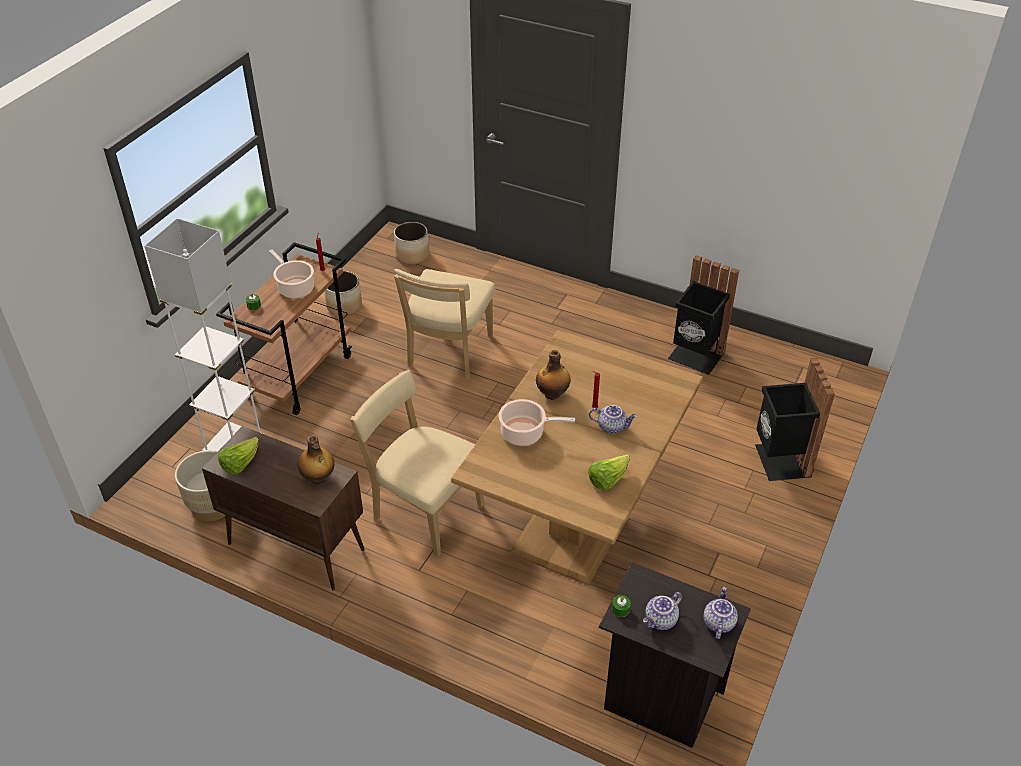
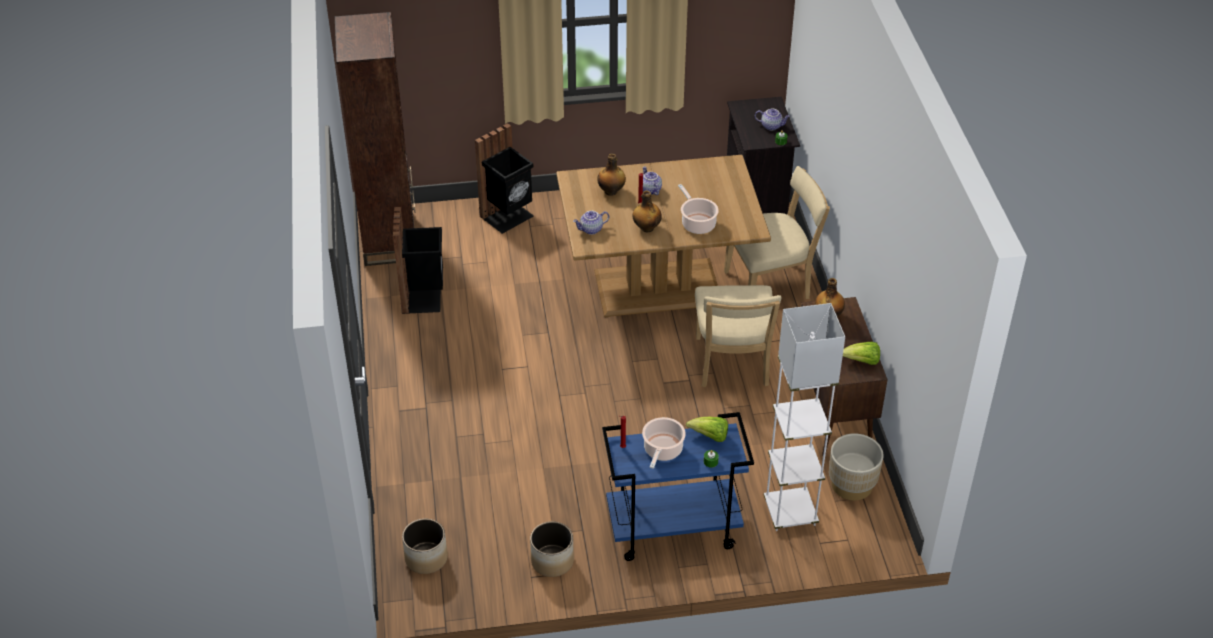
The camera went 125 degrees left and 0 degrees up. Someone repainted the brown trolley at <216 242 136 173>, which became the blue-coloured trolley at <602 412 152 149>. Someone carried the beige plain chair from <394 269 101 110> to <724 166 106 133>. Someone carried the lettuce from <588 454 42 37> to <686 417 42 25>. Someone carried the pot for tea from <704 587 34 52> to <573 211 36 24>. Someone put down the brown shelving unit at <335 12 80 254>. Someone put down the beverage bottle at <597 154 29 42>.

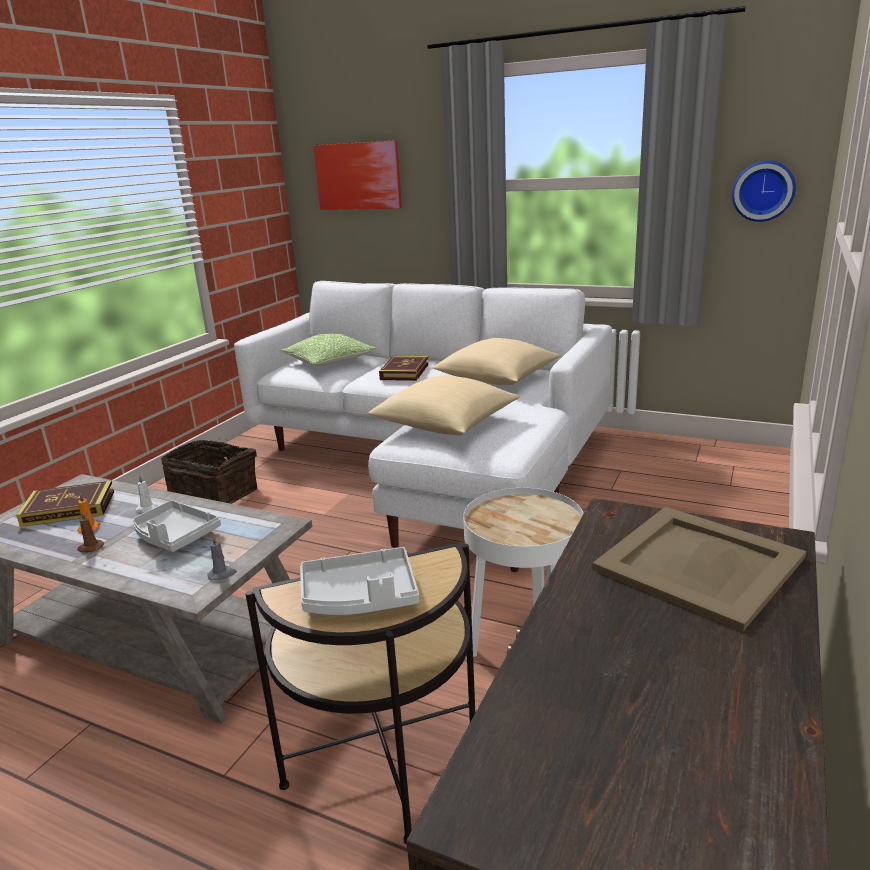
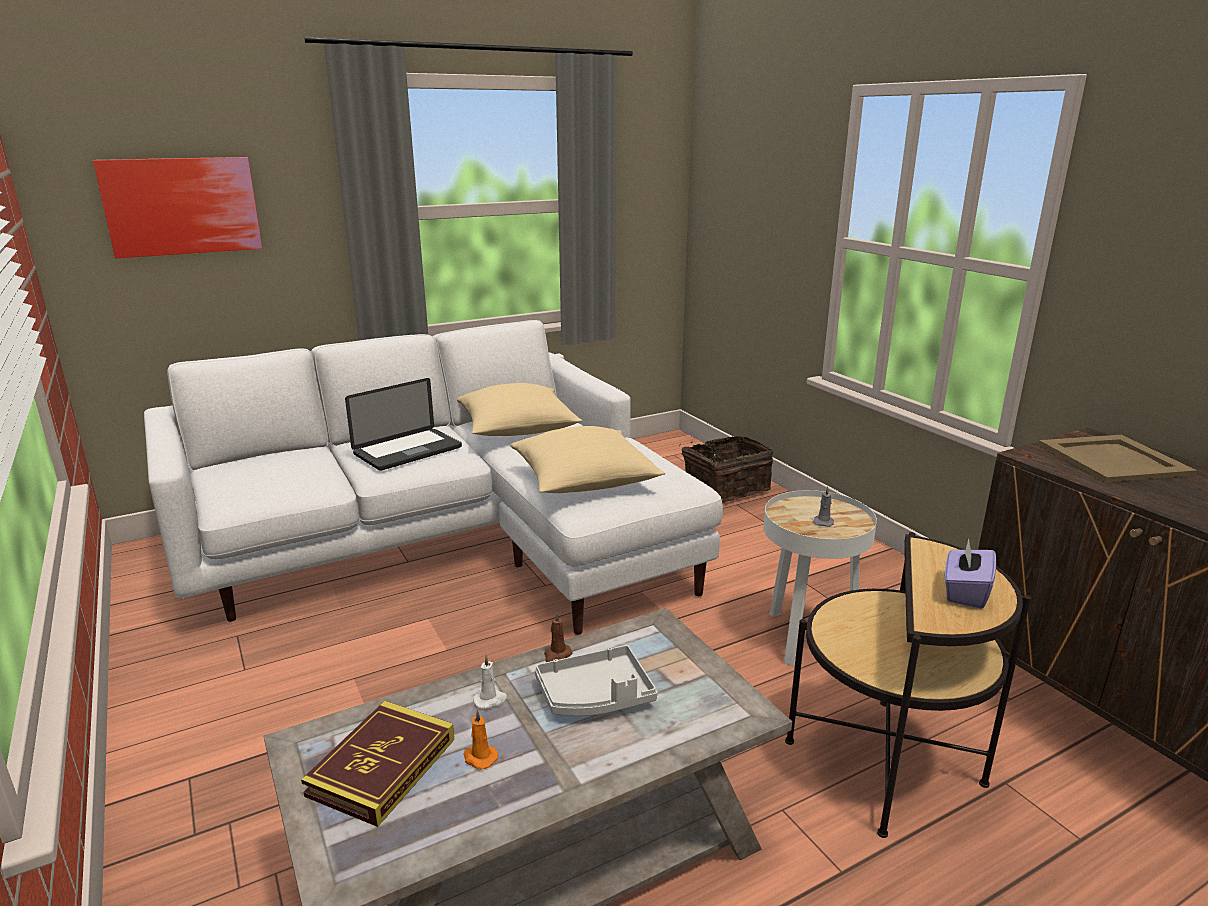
The camera went 55 degrees left and 0 degrees up. Someone took away the clock on the wall at <732 161 64 61>. Someone took away the cushion at <280 333 96 33>. Someone swapped the book at <379 356 50 25> for the notebook computer at <345 378 117 93>. Someone carried the basket from <161 439 96 65> to <680 436 93 67>. Someone carried the brown wax light from <78 511 26 42> to <544 612 28 50>. Someone carried the gray wax light from <207 535 30 45> to <813 487 21 40>. Someone swapped the gray serving tray at <300 547 119 68> for the purple box of tissues at <945 539 51 70>.

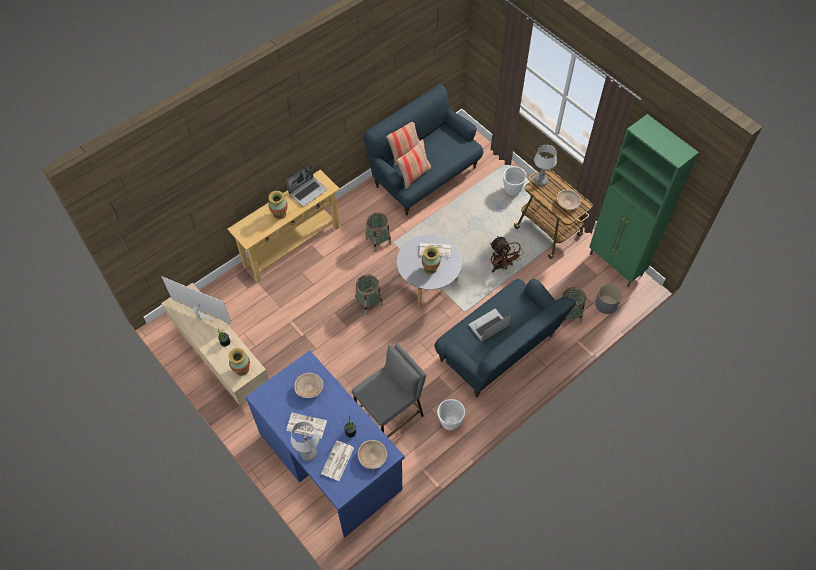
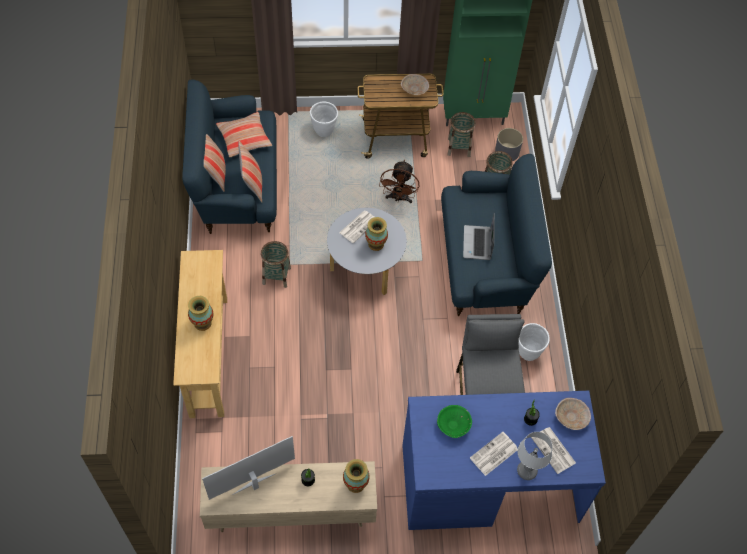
The camera went 55 degrees left and 0 degrees up. Someone took away the lamp for a table at <534 145 23 41>. Someone took away the notebook computer at <286 164 41 43>. Someone rotated the brown fan at <490 236 34 36> by 90 degrees clockwise. Someone carried the basket from <355 275 28 40> to <447 112 29 45>. Someone repainted the beige serving bowl at <294 373 29 25>, which became the green-coloured serving bowl at <437 405 35 33>. Someone put down the cushion at <216 112 56 45>.

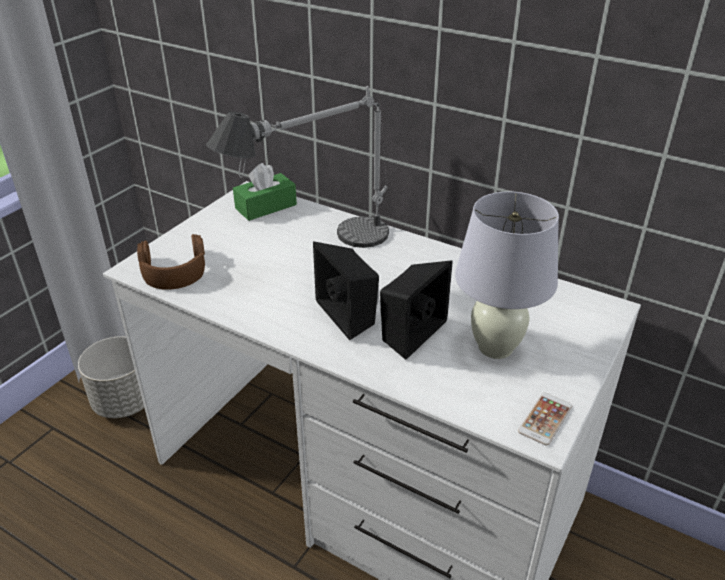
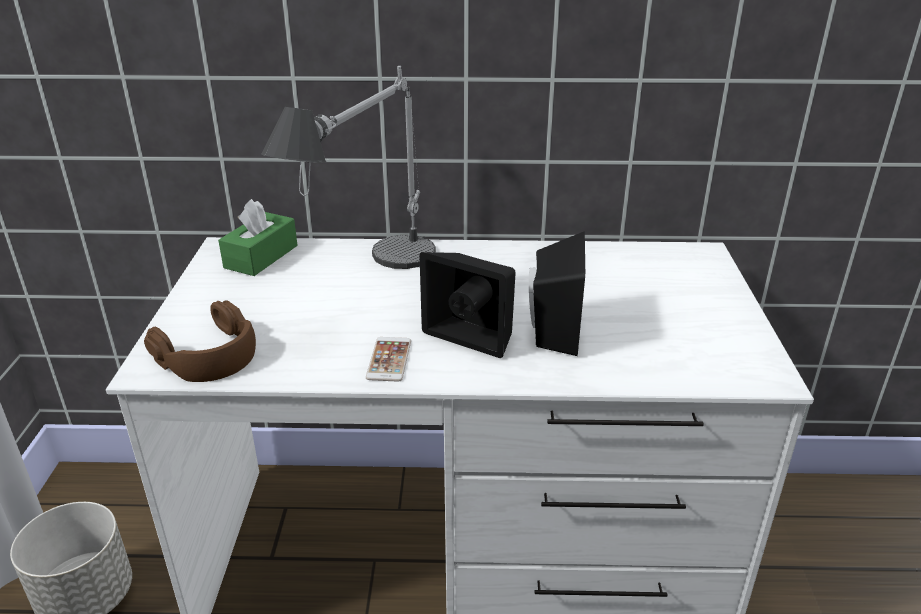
The camera went 30 degrees left and 5 degrees down. Someone took away the white-coloured lamp for a table at <455 191 104 168>. Someone carried the phone from <518 393 54 53> to <366 337 45 45>.

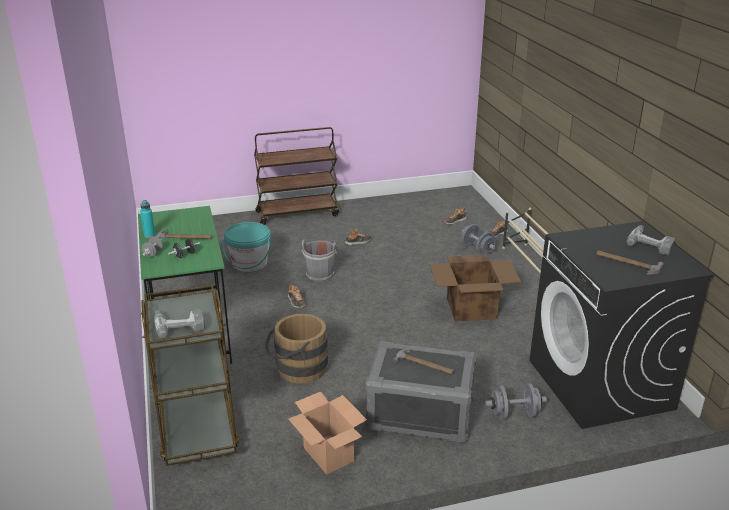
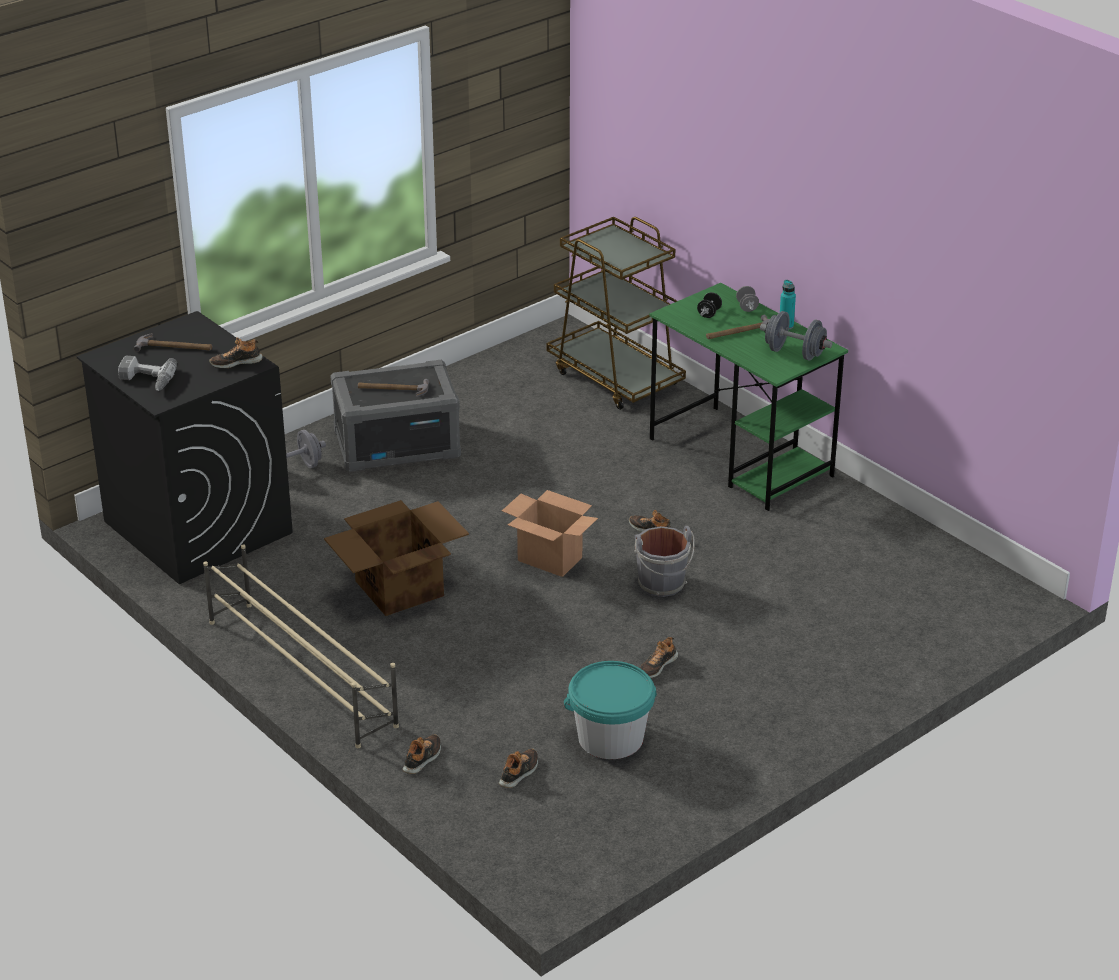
The camera went 155 degrees right and 5 degrees up. Someone took away the brown trolley at <254 127 85 98>. Someone carried the turquoise water bucket from <222 222 49 50> to <564 661 93 98>. Someone carried the gray dumbbell from <461 224 35 31> to <760 311 72 50>. Someone took away the electric drill at <154 309 51 30>. Someone took away the brown water bucket at <265 314 63 70>. Someone carried the cardboard box from <288 392 79 83> to <502 490 96 87>. Someone put down the shoe at <209 337 54 31>.

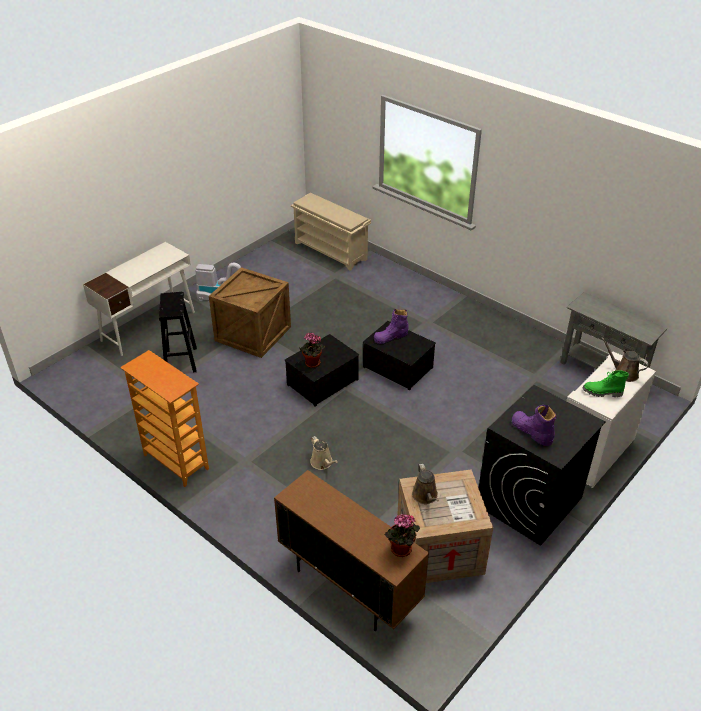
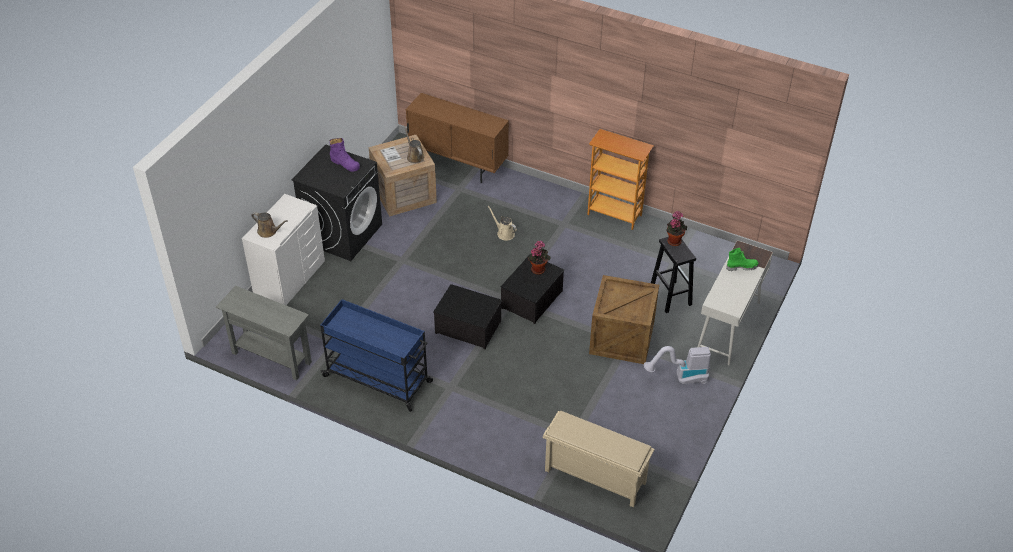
The camera went 165 degrees right and 5 degrees up. Someone took away the purple tall boot at <374 309 35 35>. Someone carried the green-coloured tall boot from <583 370 46 27> to <726 248 33 23>. Someone carried the potted plant from <384 514 36 43> to <666 211 21 35>. Someone put down the blue-coloured trolley at <320 299 113 113>.

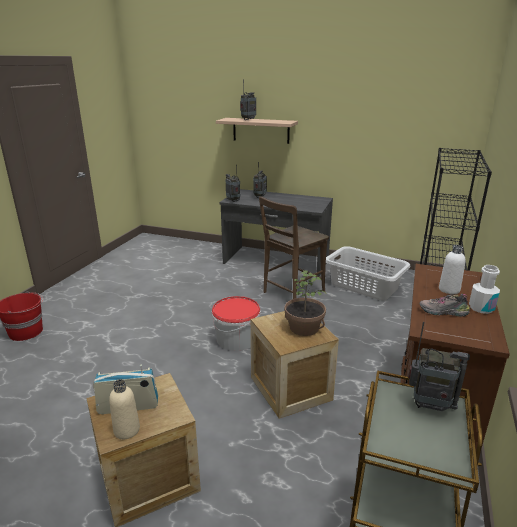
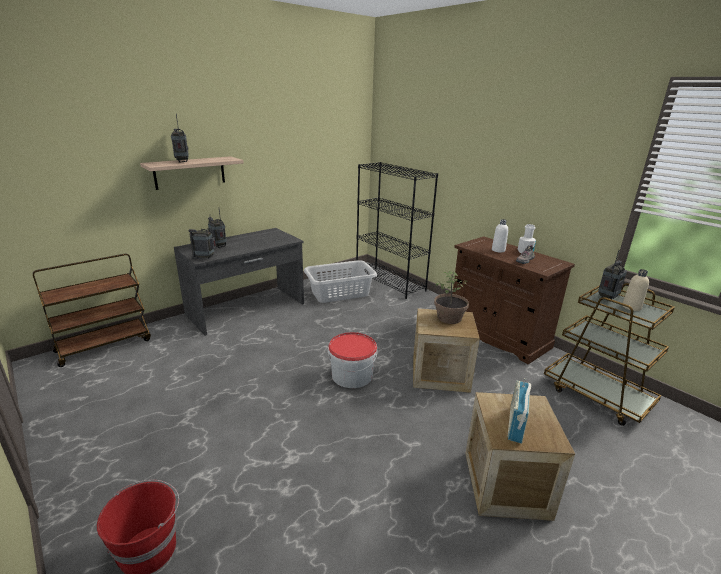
The camera went 60 degrees left and 0 degrees up. Someone took away the brown plain chair at <259 196 70 103>. Someone carried the beige beverage bottle from <109 379 31 60> to <622 269 27 42>. Someone put down the brown trolley at <33 254 118 113>.

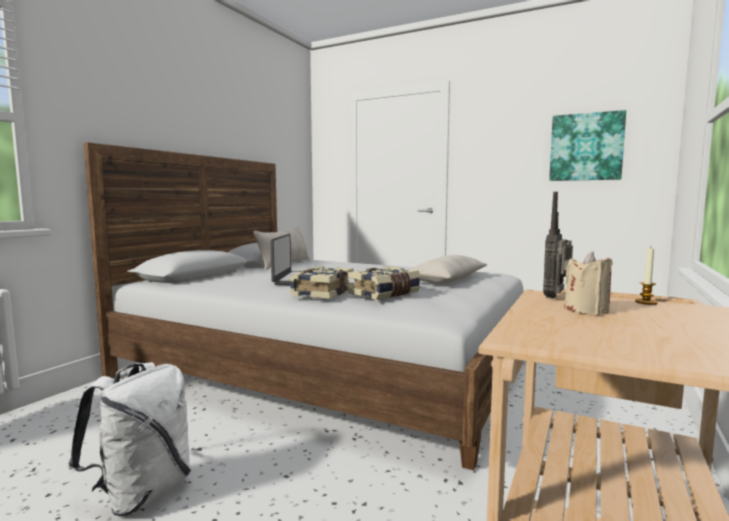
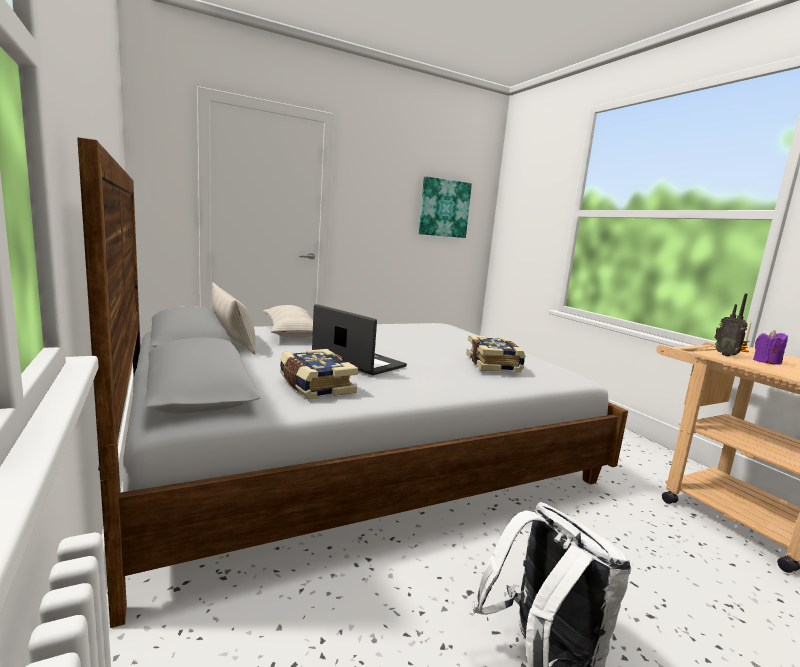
The camera went 55 degrees left and 5 degrees up. Someone repainted the beige wax light at <564 252 49 63>, which became the purple wax light at <753 330 35 35>. Someone carried the beige cushion from <408 255 79 29> to <264 305 49 33>. Someone carried the book from <290 266 64 33> to <280 349 78 51>.

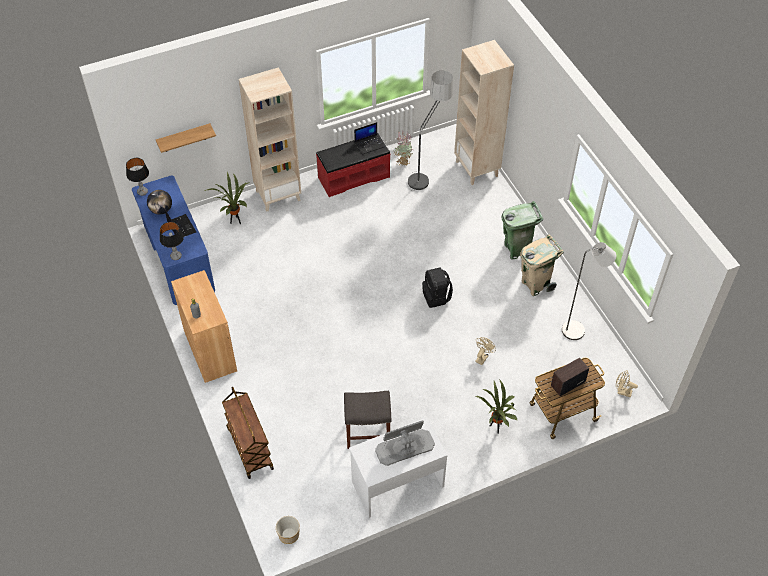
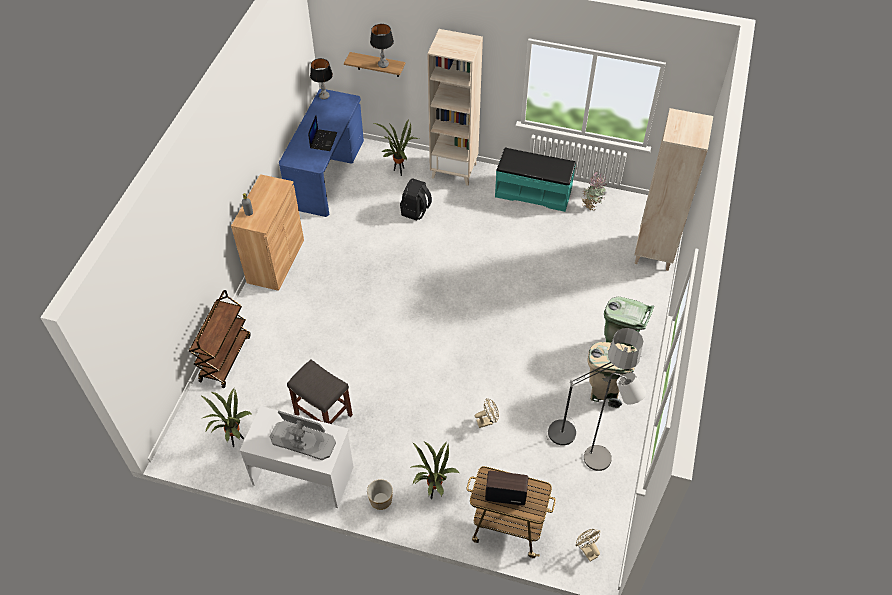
The camera went 40 degrees right and 0 degrees up. Someone carried the standing lamp from <407 71 46 120> to <546 328 97 117>. Someone took away the notebook computer at <354 122 31 33>. Someone repainted the red long seat at <316 133 74 64>, which became the turquoise long seat at <495 147 81 65>. Someone took away the desk globe at <147 190 25 25>. Someone carried the lamp for a table from <160 222 24 38> to <370 24 24 44>. Someone carried the black-coloured knapsack from <422 267 31 41> to <400 178 32 43>. Someone carried the flower pot from <276 516 24 28> to <367 479 26 31>. Someone put down the potted plant at <200 388 53 59>.

